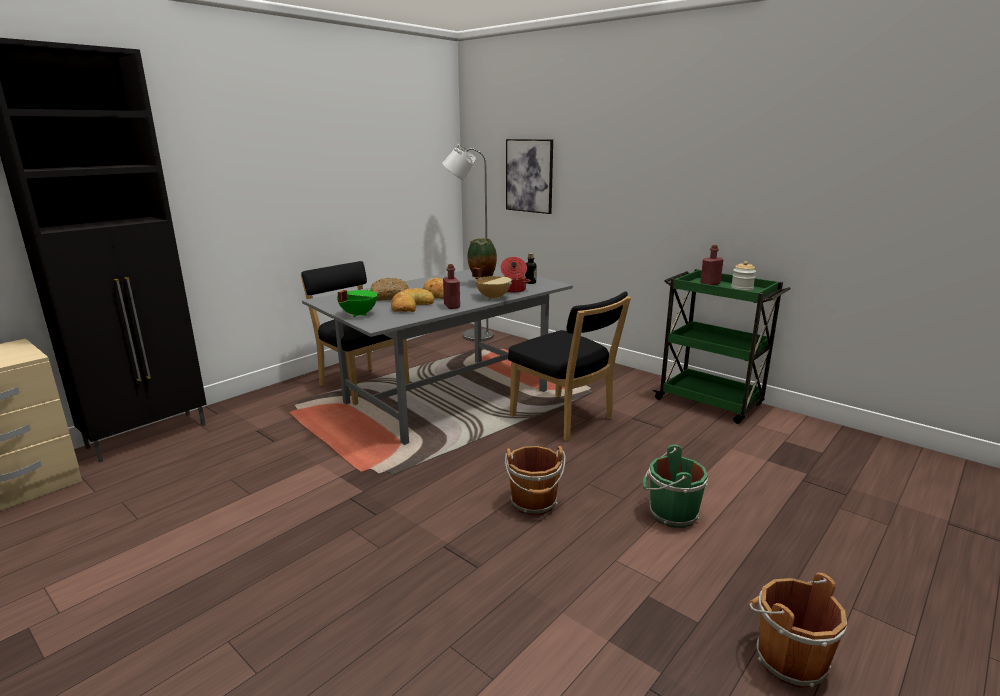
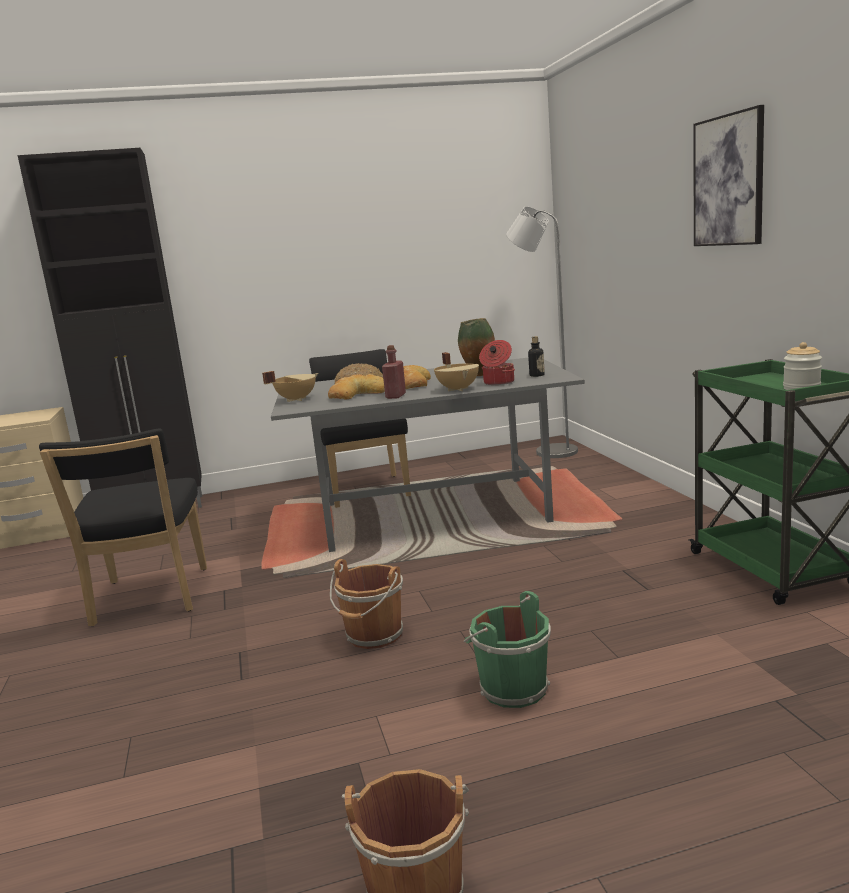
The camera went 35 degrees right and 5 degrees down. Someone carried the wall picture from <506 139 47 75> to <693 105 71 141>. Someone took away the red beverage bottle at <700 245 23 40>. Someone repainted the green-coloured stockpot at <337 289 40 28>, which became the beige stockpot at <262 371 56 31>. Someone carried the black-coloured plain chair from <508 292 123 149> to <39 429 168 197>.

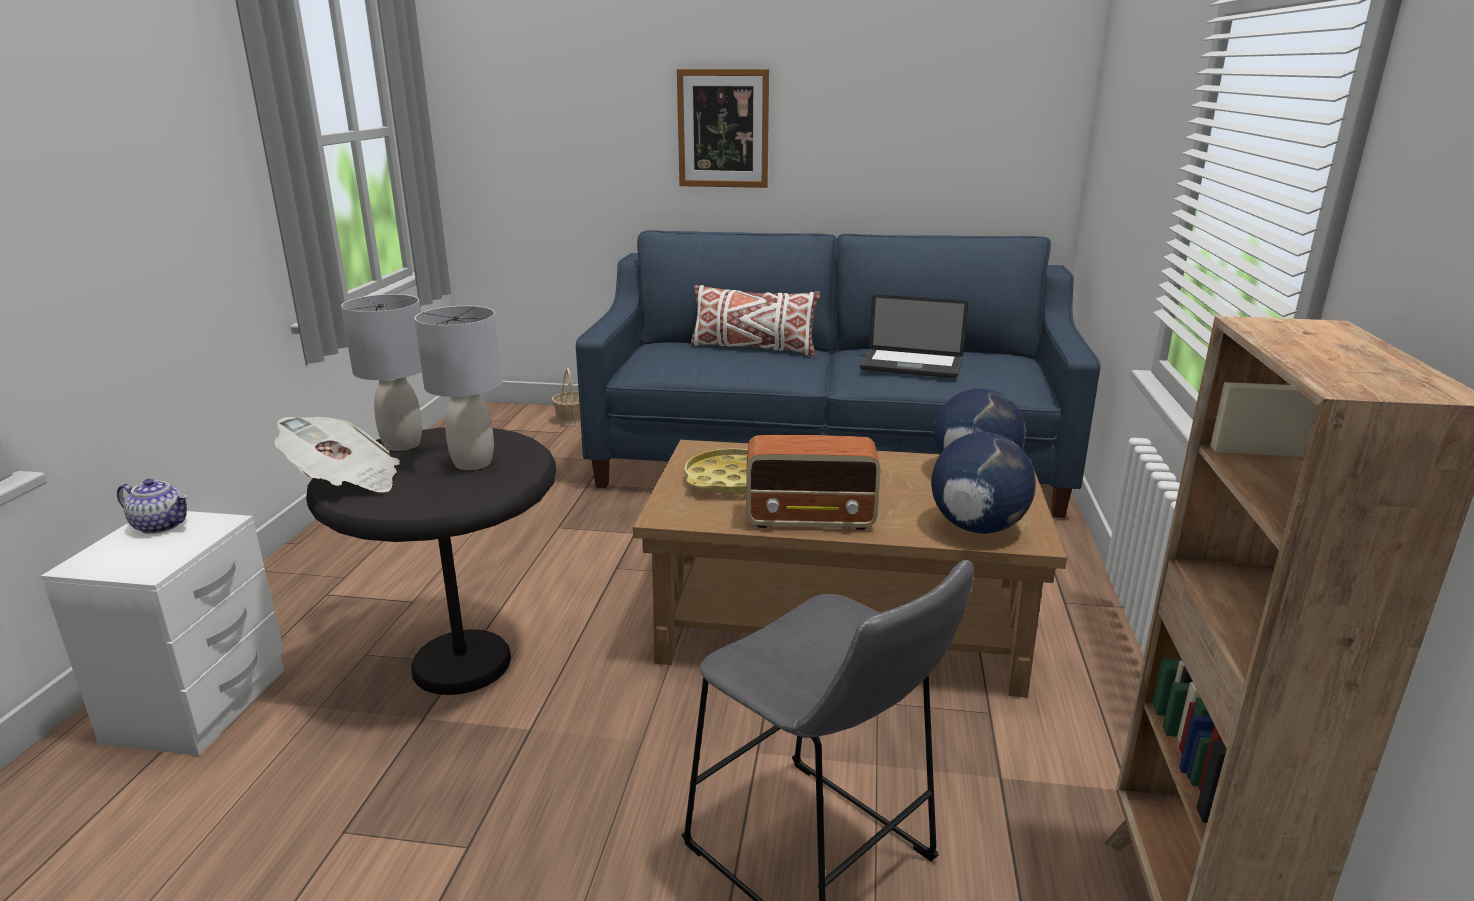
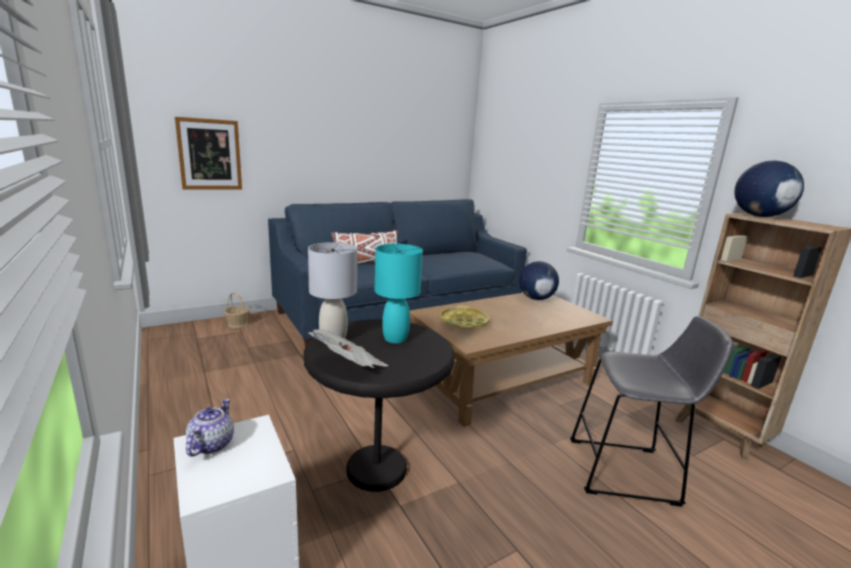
The camera went 40 degrees left and 5 degrees down. Someone carried the wall picture from <677 69 92 119> to <175 117 67 73>. Someone took away the notebook computer at <860 295 109 83>. Someone repainted the gray lamp for a table at <414 306 88 164>, which became the turquoise lamp for a table at <375 244 48 99>. Someone carried the desk globe from <931 432 105 101> to <734 161 70 56>. Someone took away the radio set at <746 435 134 95>. Someone rotated the pot for tea at <117 479 71 55> by 60 degrees counterclockwise.

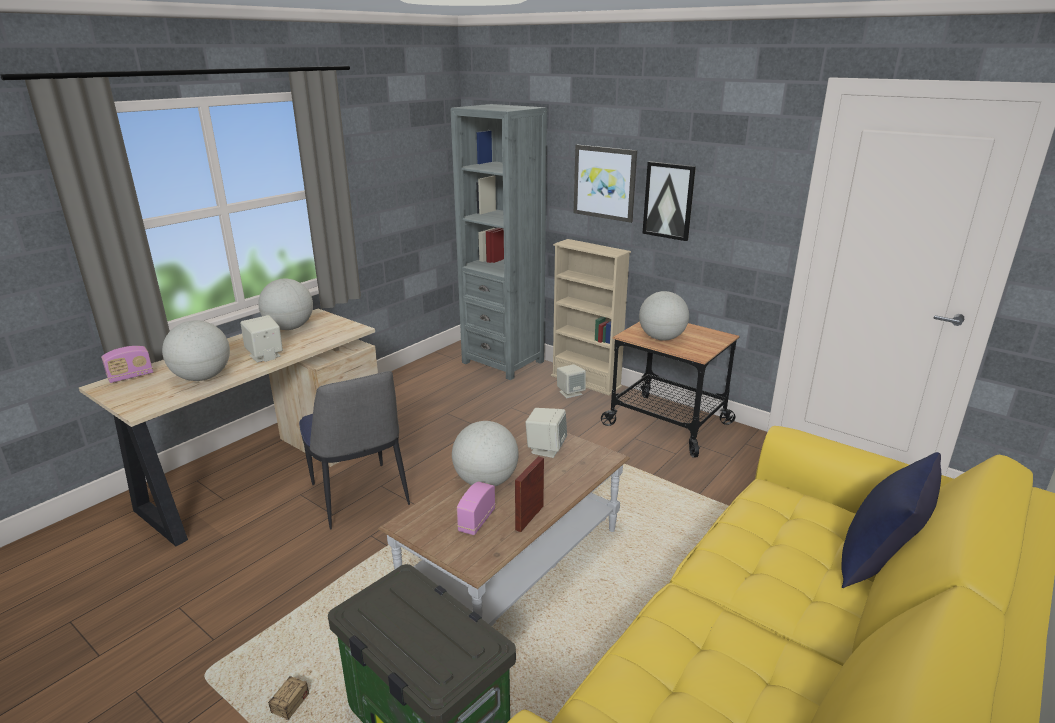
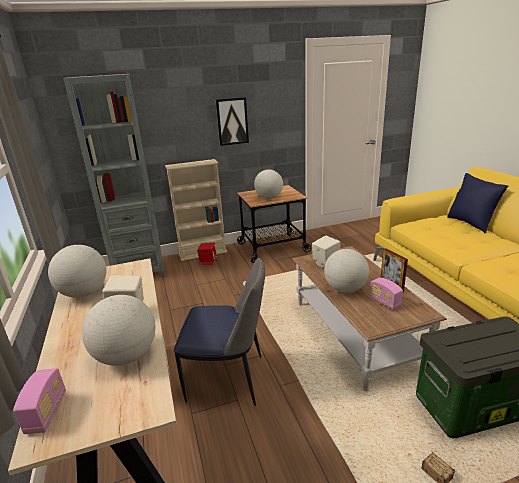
The camera went 55 degrees left and 0 degrees up. Someone took away the wall picture at <574 144 63 79>. Someone repainted the beige audio speaker at <557 364 29 34>, which became the red audio speaker at <197 242 20 23>.

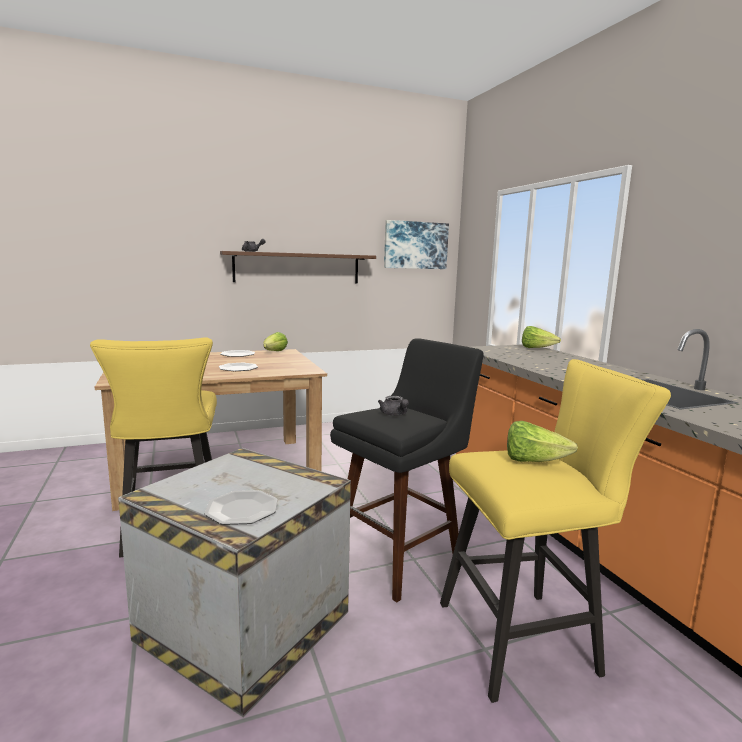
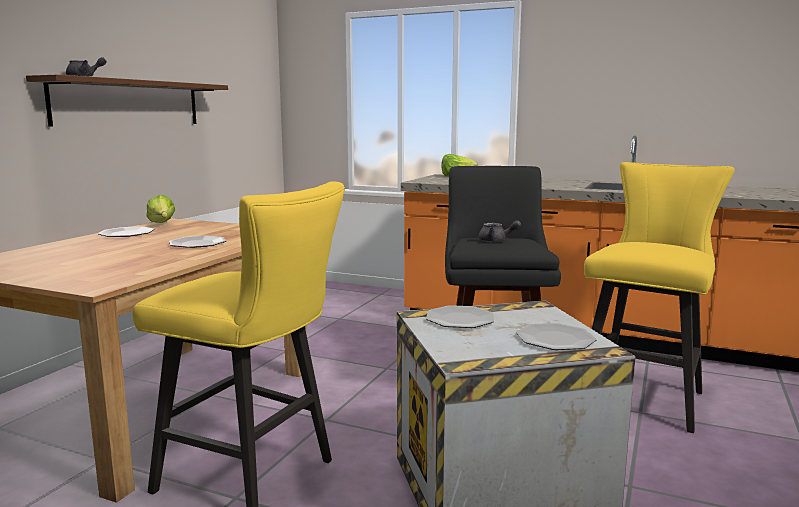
The camera went 45 degrees left and 0 degrees up. Someone took away the wall picture at <384 220 65 49>. Someone took away the lettuce at <507 421 71 41>. Someone put down the dinner plate at <426 305 68 23>.

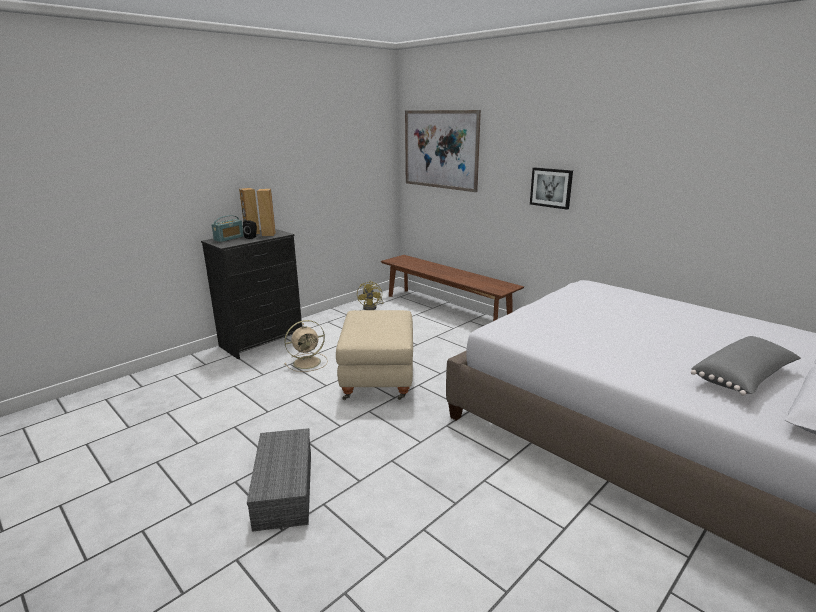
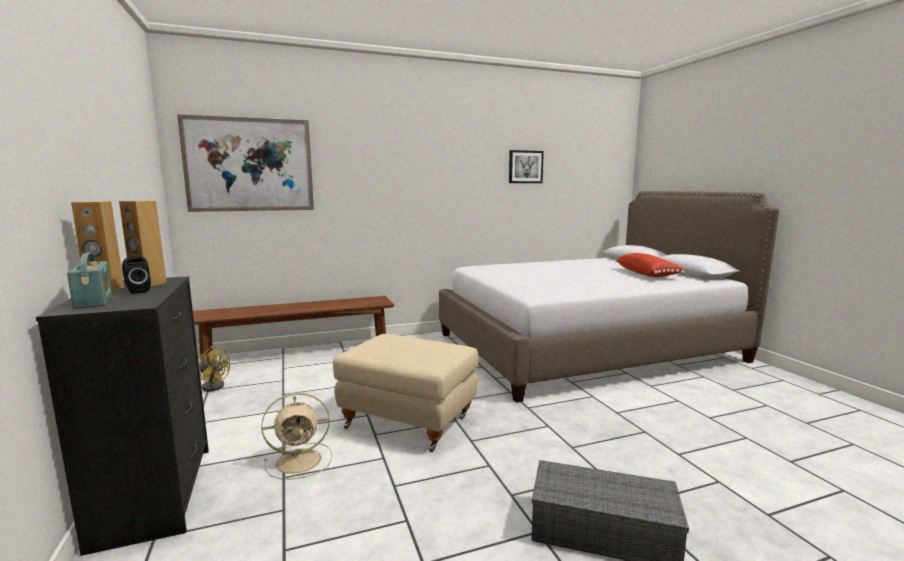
The camera went 65 degrees left and 10 degrees down. Someone carried the wall picture from <530 167 43 43> to <509 150 35 33>. Someone rotated the beige fan at <284 320 44 52> by 75 degrees clockwise. Someone repainted the gray cushion at <691 336 110 60>, which became the red cushion at <616 253 69 24>.

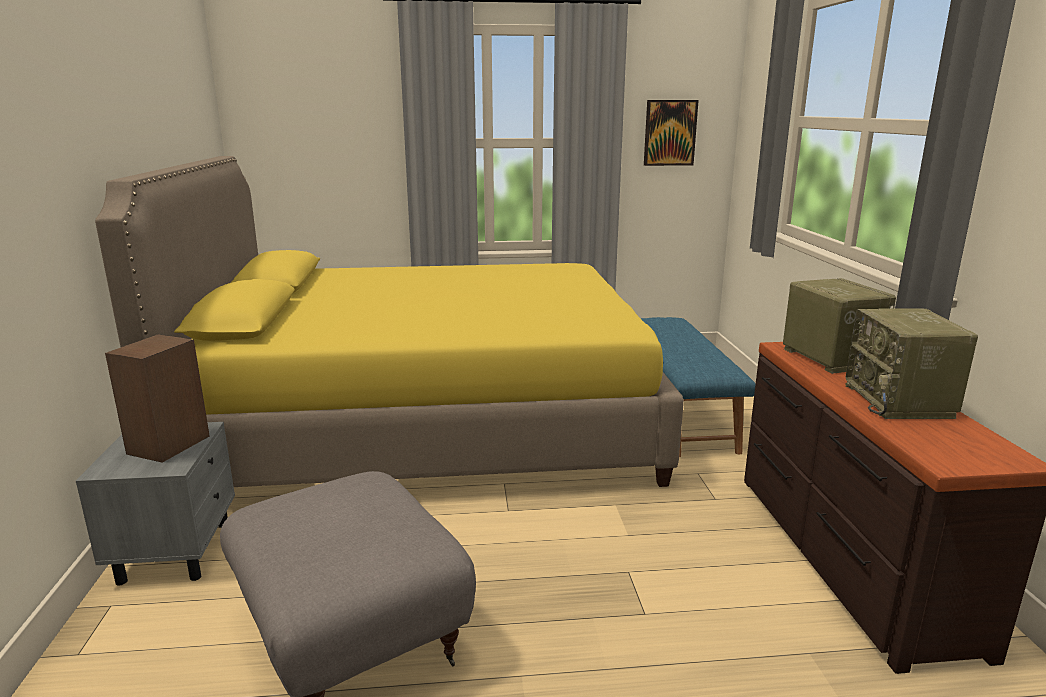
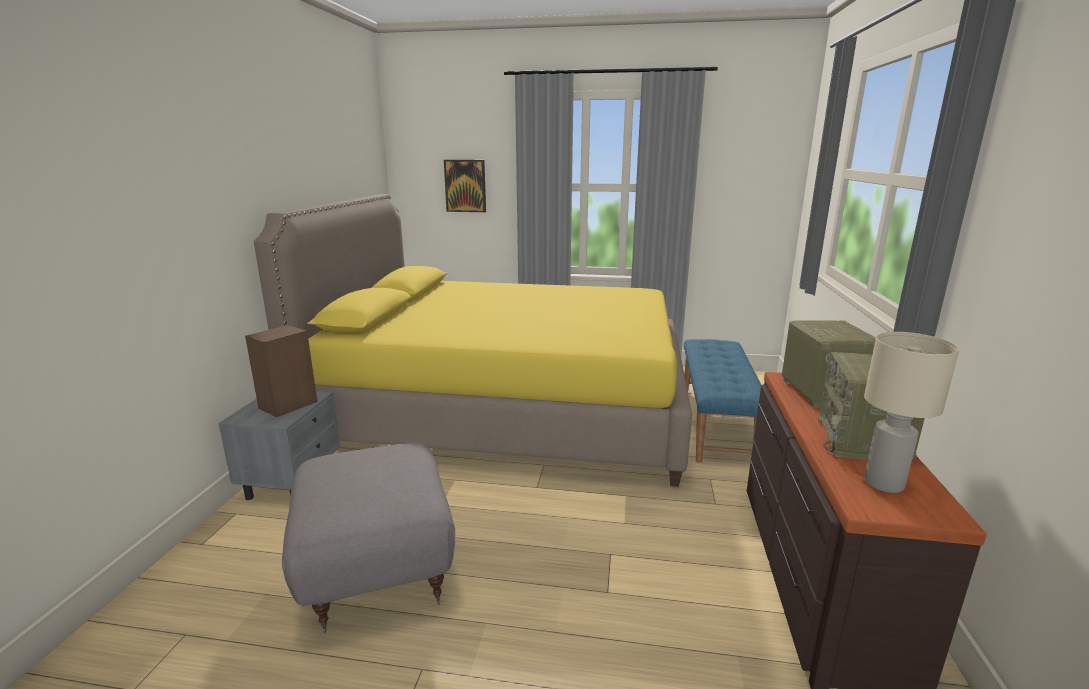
The camera went 15 degrees right and 0 degrees up. Someone carried the wall picture from <644 100 55 66> to <444 160 42 52>. Someone put down the beige lamp for a table at <864 332 95 161>.

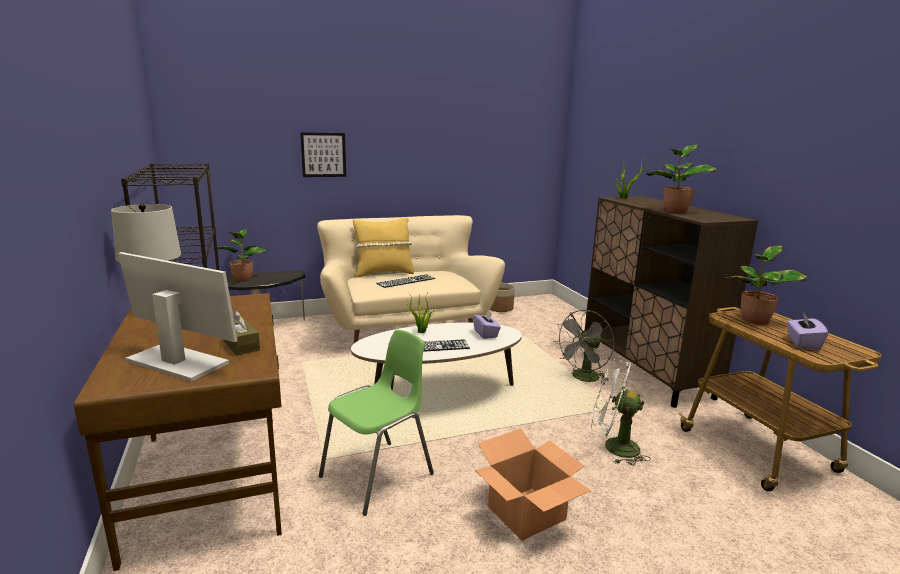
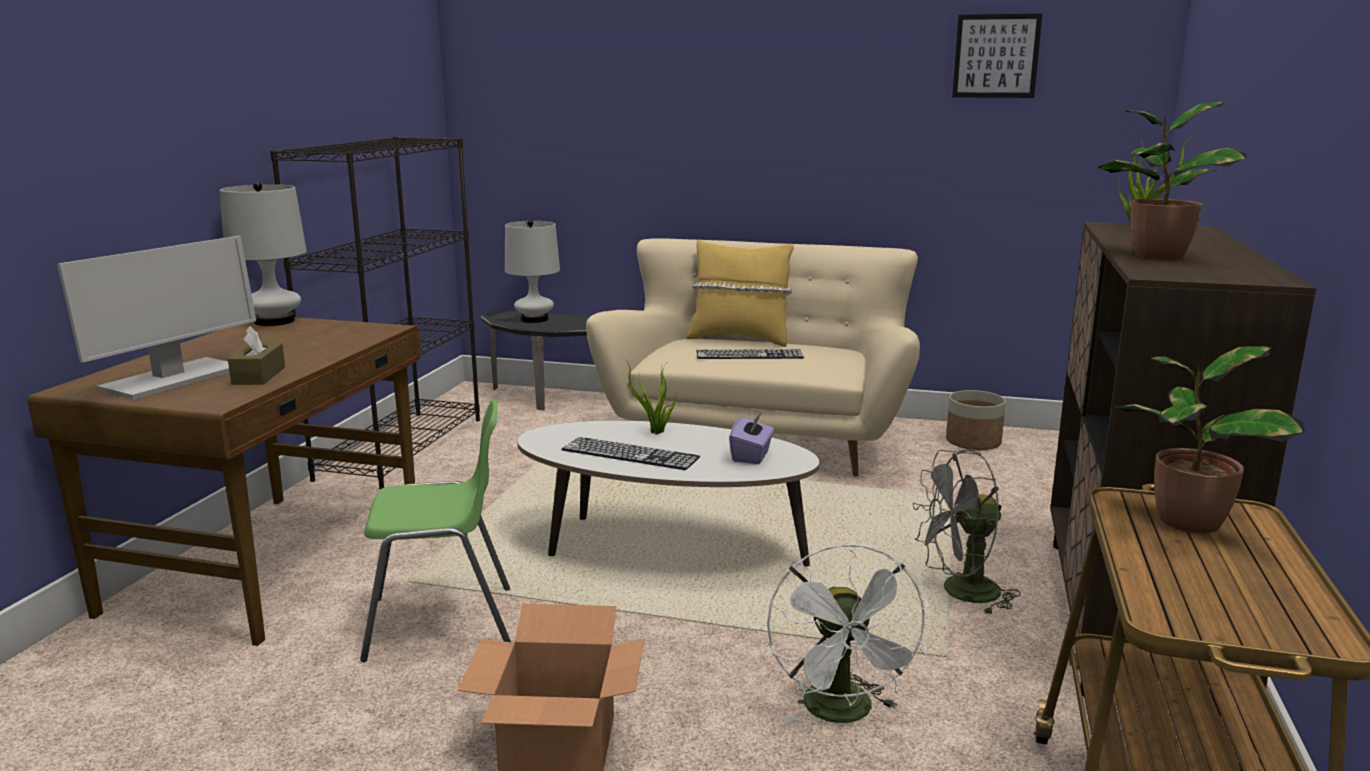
The camera went 35 degrees right and 0 degrees up. Someone carried the wall picture from <300 132 46 45> to <952 13 91 85>. Someone swapped the potted plant at <213 229 53 53> for the white-coloured lamp for a table at <505 220 55 103>. Someone rotated the computer screen at <118 252 120 130> by 60 degrees clockwise. Someone took away the purple box of tissues at <787 313 41 37>. Someone rotated the white-coloured fan at <591 359 60 107> by 150 degrees counterclockwise.

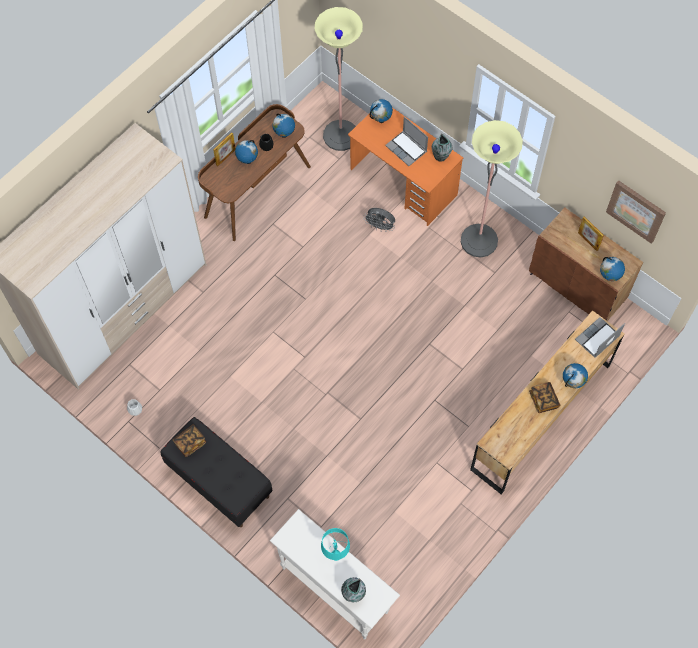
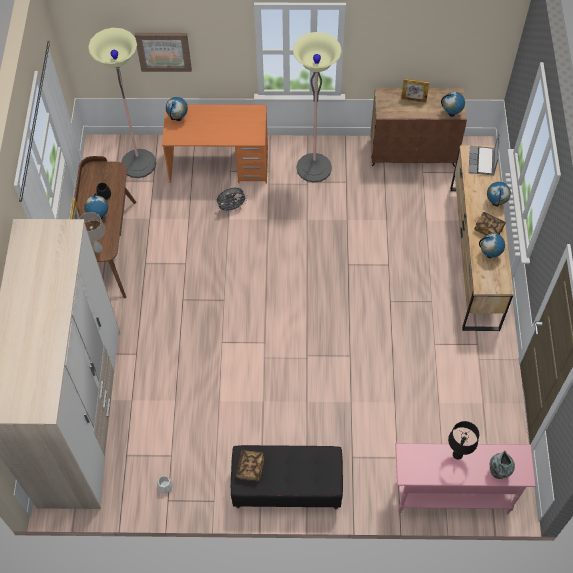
The camera went 40 degrees left and 5 degrees down. Someone carried the desk globe from <273 114 22 24> to <479 233 26 25>. Someone took away the notebook computer at <385 116 43 50>. Someone took away the flower vase at <432 134 20 28>. Someone carried the wall picture from <606 180 60 64> to <135 33 57 39>. Someone repainted the white-coloured hall table at <270 509 130 131>, which became the pink hall table at <395 443 141 71>. Someone repainted the turquoise lamp for a table at <321 528 29 33>, which became the black-coloured lamp for a table at <448 421 31 39>. Someone put down the beige lamp for a table at <79 212 26 41>.

